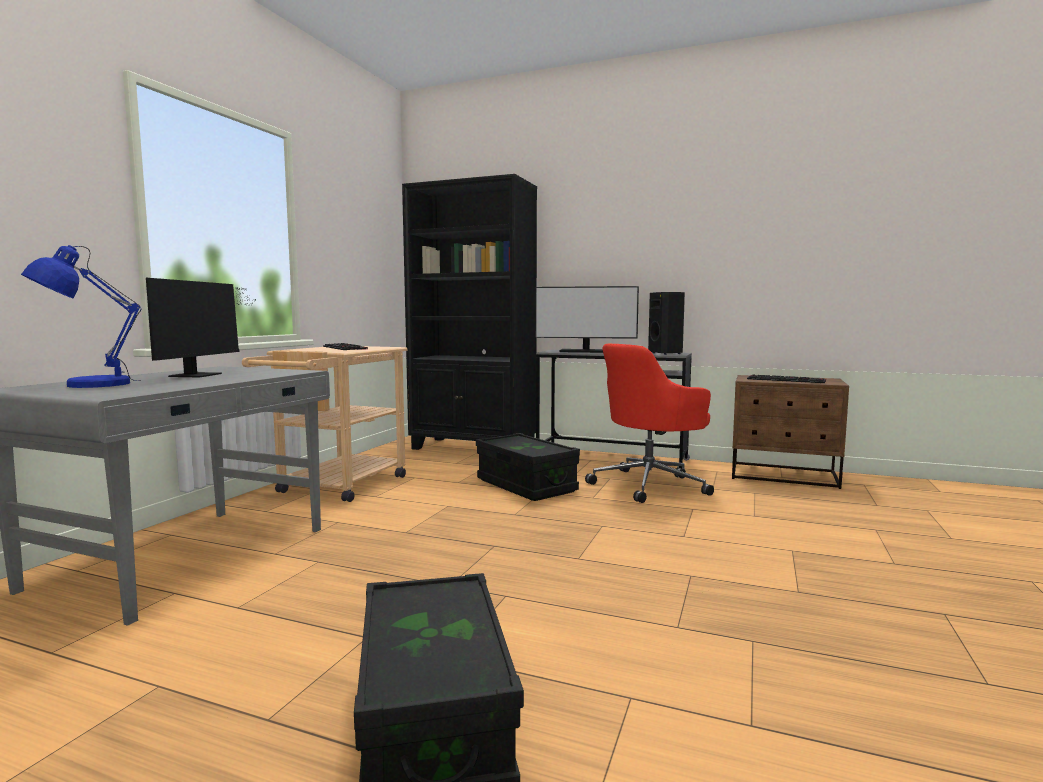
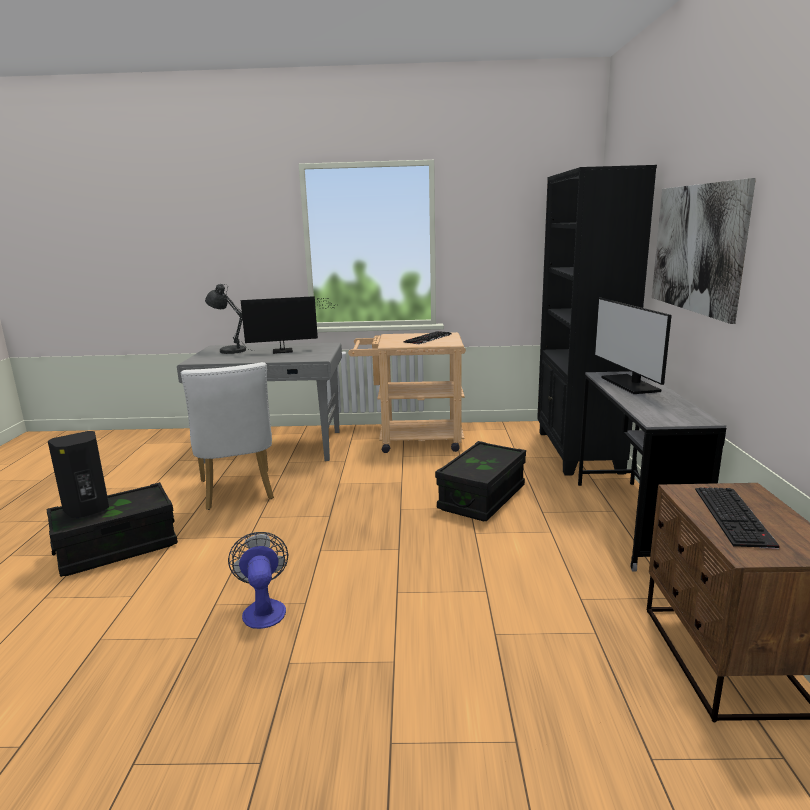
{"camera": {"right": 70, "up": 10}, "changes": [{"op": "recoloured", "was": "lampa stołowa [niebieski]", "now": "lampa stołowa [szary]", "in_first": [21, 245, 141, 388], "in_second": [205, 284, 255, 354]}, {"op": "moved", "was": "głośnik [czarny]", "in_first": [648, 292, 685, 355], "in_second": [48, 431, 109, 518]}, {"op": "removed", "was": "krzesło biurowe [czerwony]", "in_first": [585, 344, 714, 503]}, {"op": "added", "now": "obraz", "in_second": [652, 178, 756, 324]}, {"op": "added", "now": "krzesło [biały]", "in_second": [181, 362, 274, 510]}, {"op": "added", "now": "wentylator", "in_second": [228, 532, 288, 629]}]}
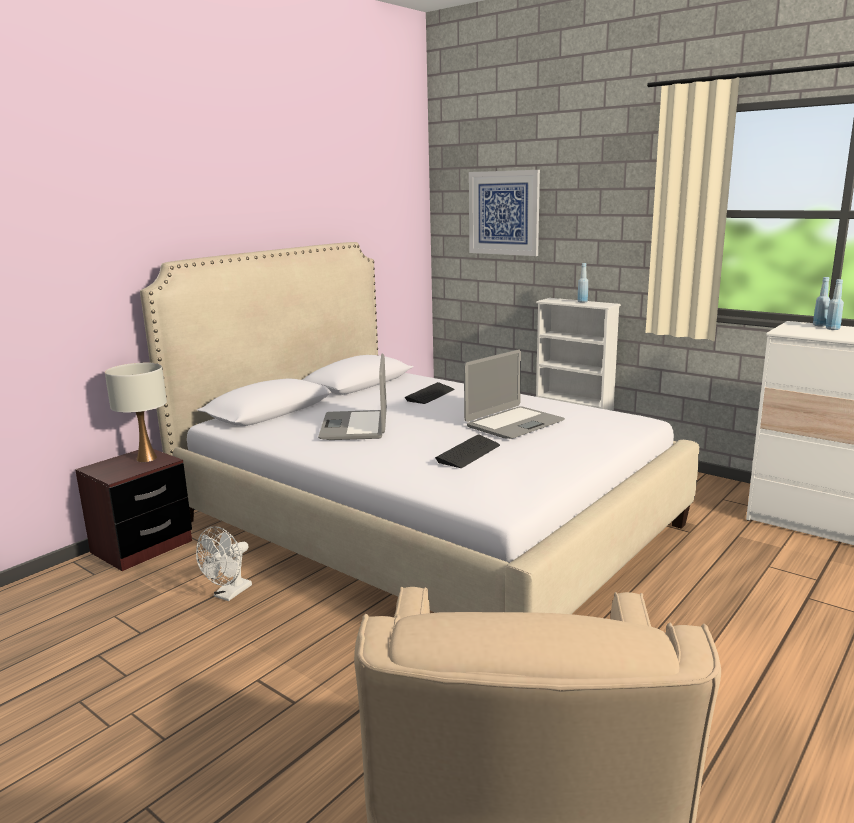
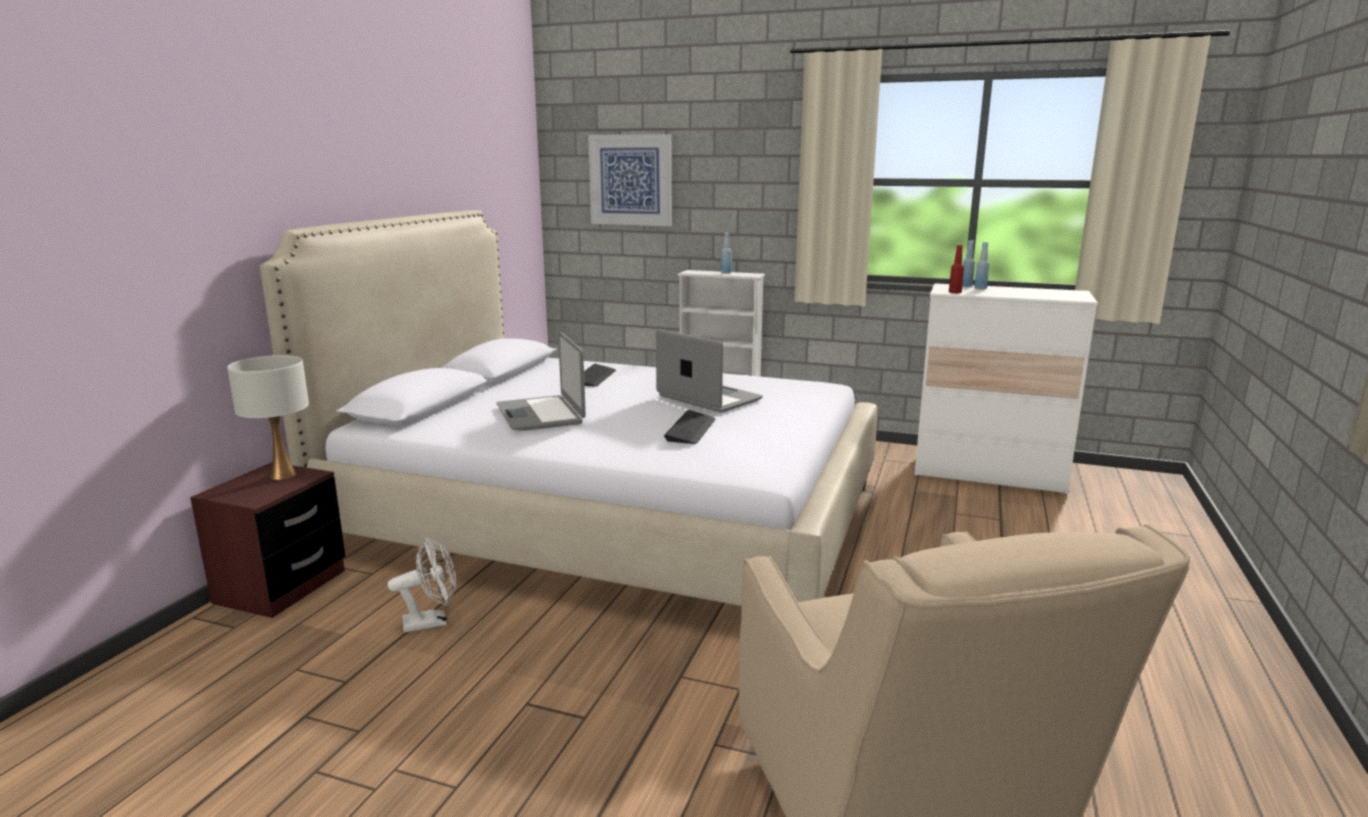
{"camera": {"right": -20, "up": 0}, "changes": [{"op": "turned", "was": "laptop", "in_first": [464, 350, 565, 439], "in_second": [656, 329, 763, 413], "clockwise": -75}, {"op": "turned", "was": "wentylator [biały]", "in_first": [196, 526, 252, 601], "in_second": [388, 537, 456, 632], "clockwise": -120}, {"op": "added", "now": "butelka [czerwony]", "in_second": [949, 245, 964, 293]}]}
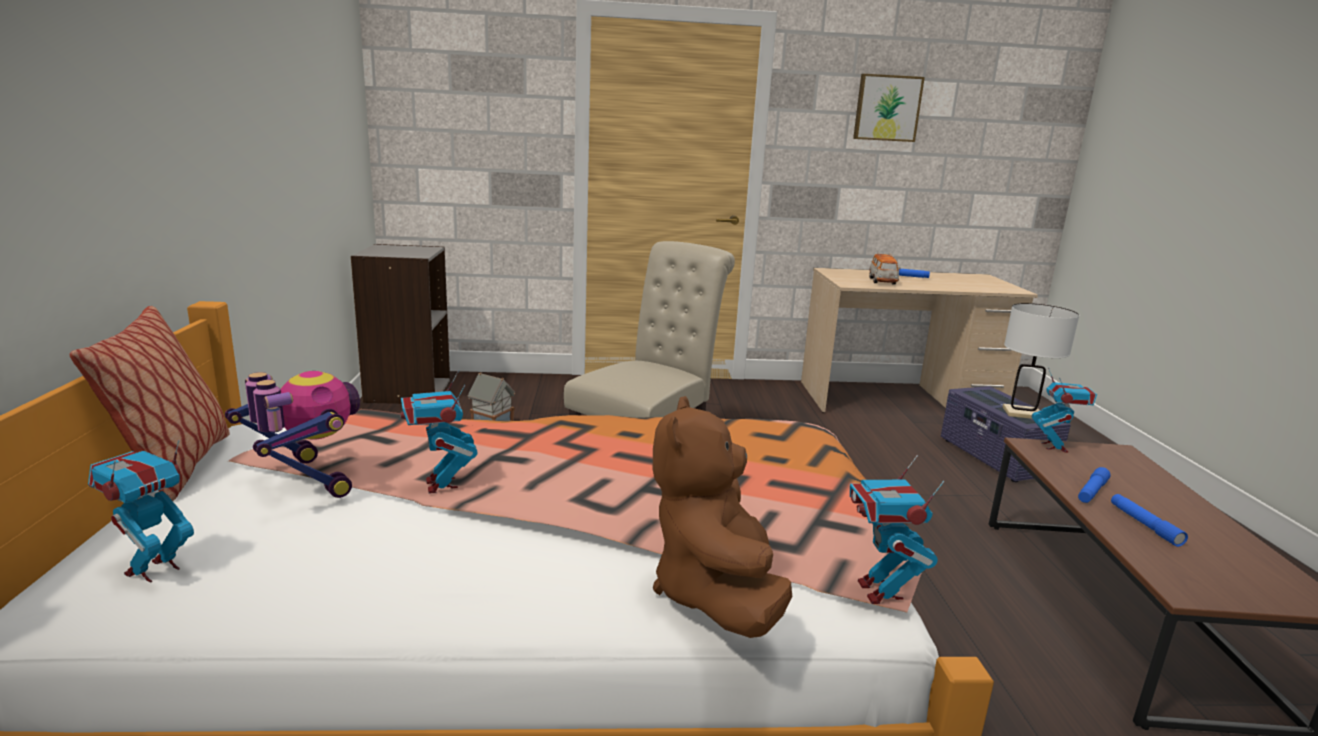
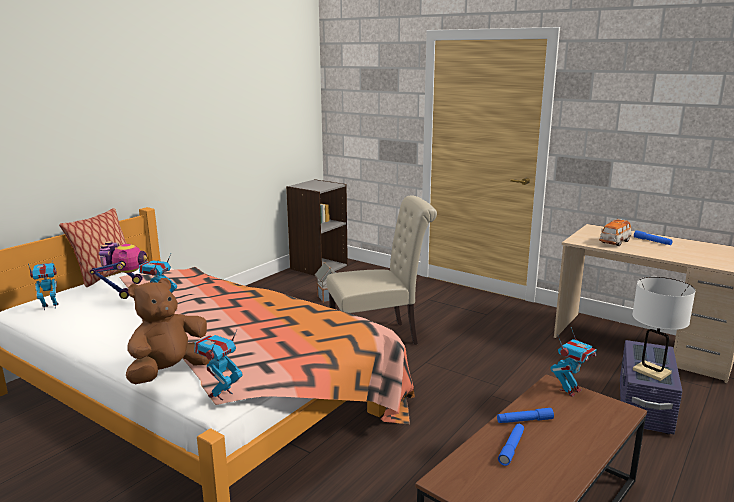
{"camera": {"right": 40, "up": 0}, "changes": [{"op": "removed", "was": "obraz", "in_first": [853, 74, 925, 142]}]}
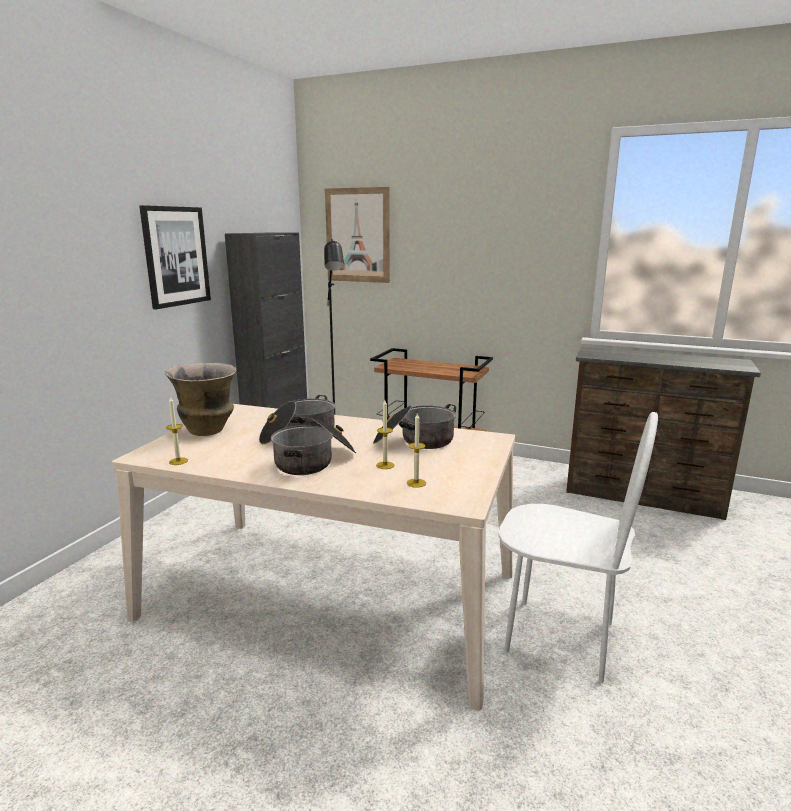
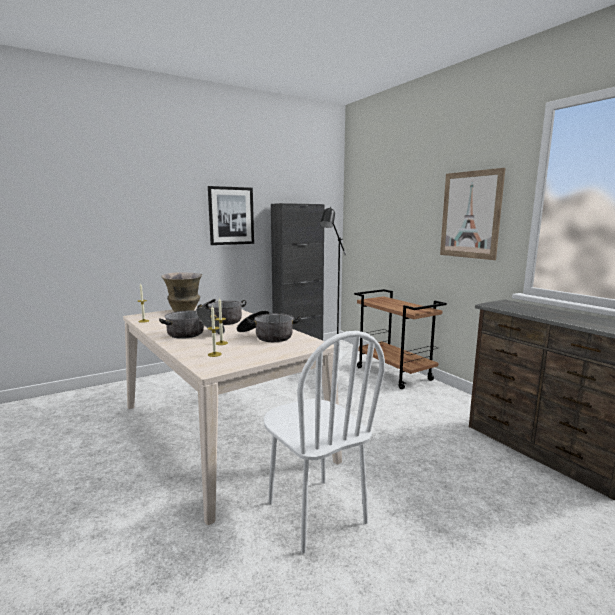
{"camera": {"right": 35, "up": -5}, "changes": [{"op": "moved", "was": "obraz", "in_first": [325, 187, 390, 283], "in_second": [440, 168, 505, 260]}]}
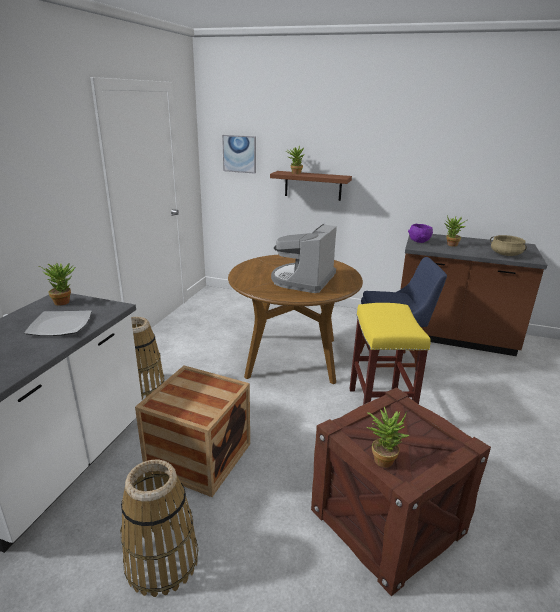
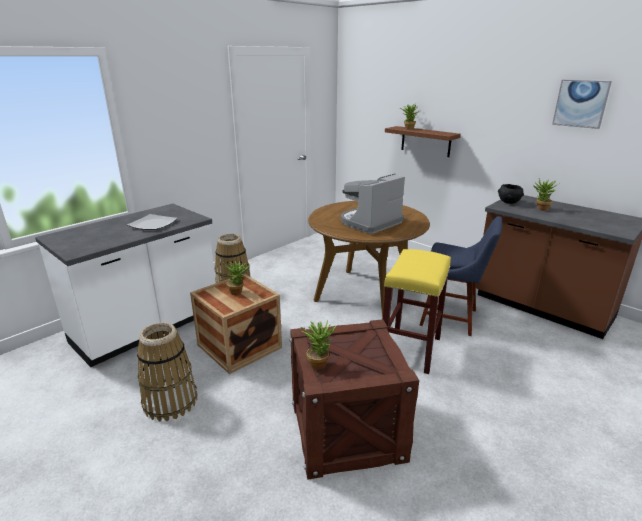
{"camera": {"right": 25, "up": 0}, "changes": [{"op": "moved", "was": "obraz", "in_first": [222, 135, 256, 174], "in_second": [552, 80, 612, 129]}, {"op": "recoloured", "was": "miska [fioletowy]", "now": "miska [czarny]", "in_first": [408, 224, 433, 243], "in_second": [498, 184, 524, 204]}, {"op": "removed", "was": "garnek [beżowy]", "in_first": [490, 235, 527, 256]}, {"op": "moved", "was": "roślina doniczkowa", "in_first": [38, 263, 75, 306], "in_second": [222, 261, 249, 295]}]}
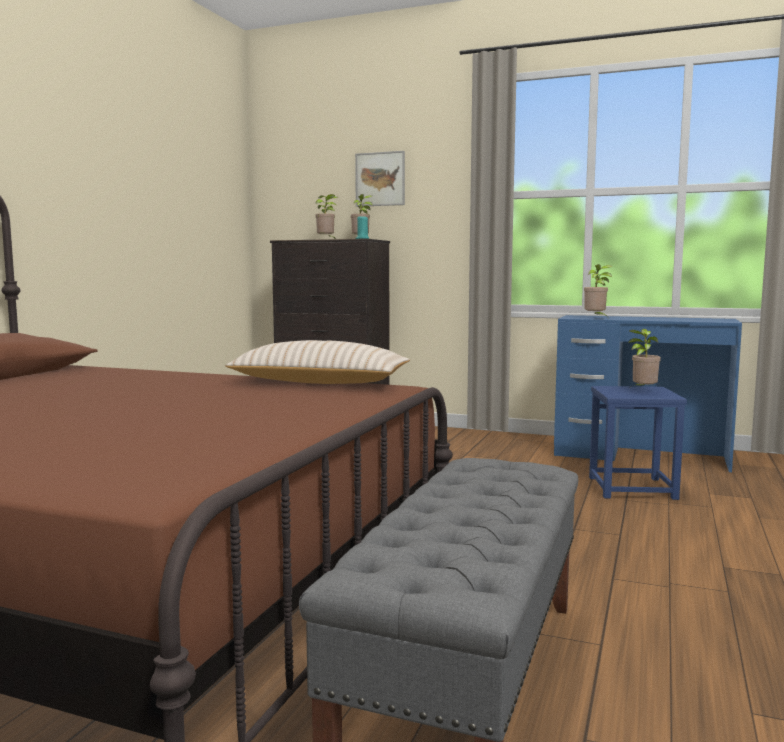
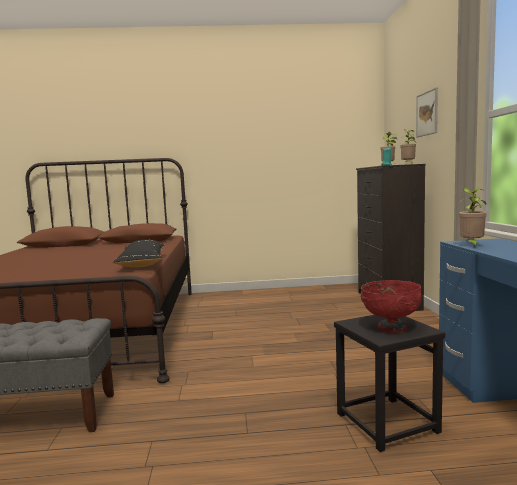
{"camera": {"right": 65, "up": 0}, "changes": [{"op": "replaced", "was": "roślina doniczkowa", "now": "miska [czerwony]", "in_first": [628, 329, 661, 389], "in_second": [361, 280, 422, 333]}, {"op": "recoloured", "was": "poduszka [beżowy]", "now": "poduszka [czarny]", "in_first": [225, 340, 410, 384], "in_second": [113, 240, 165, 267]}, {"op": "recoloured", "was": "stołek [niebieski]", "now": "stołek [czarny]", "in_first": [589, 386, 687, 500], "in_second": [334, 315, 445, 452]}]}
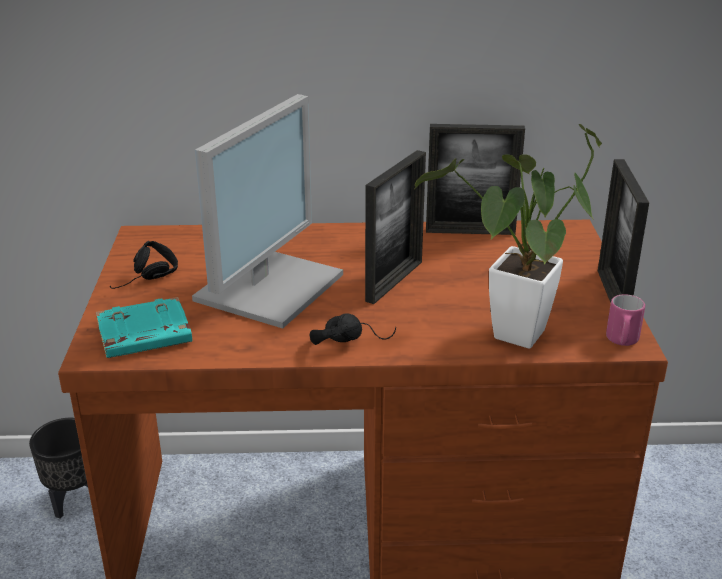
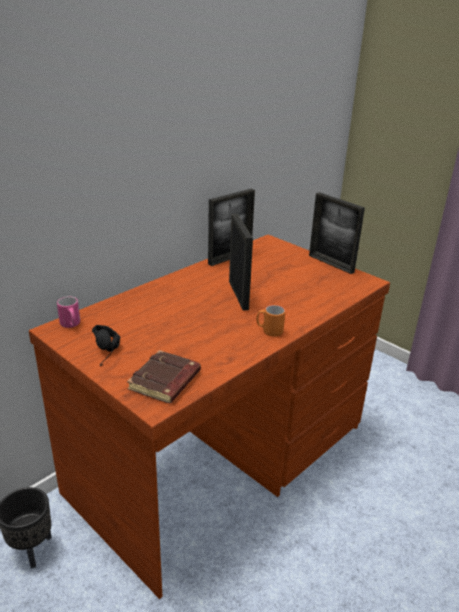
{"camera": {"right": -45, "up": 0}, "changes": [{"op": "removed", "was": "monitor", "in_first": [192, 94, 343, 328]}, {"op": "removed", "was": "roślina doniczkowa", "in_first": [414, 124, 602, 348]}, {"op": "moved", "was": "kubek [różowy]", "in_first": [606, 294, 645, 346], "in_second": [57, 296, 80, 328]}, {"op": "recoloured", "was": "książka [turkusowy]", "now": "książka [brązowy]", "in_first": [96, 297, 192, 358], "in_second": [127, 350, 201, 403]}, {"op": "replaced", "was": "słuchawki [czarny]", "now": "kubek [pomarańczowy]", "in_first": [309, 313, 396, 345], "in_second": [256, 305, 285, 337]}]}
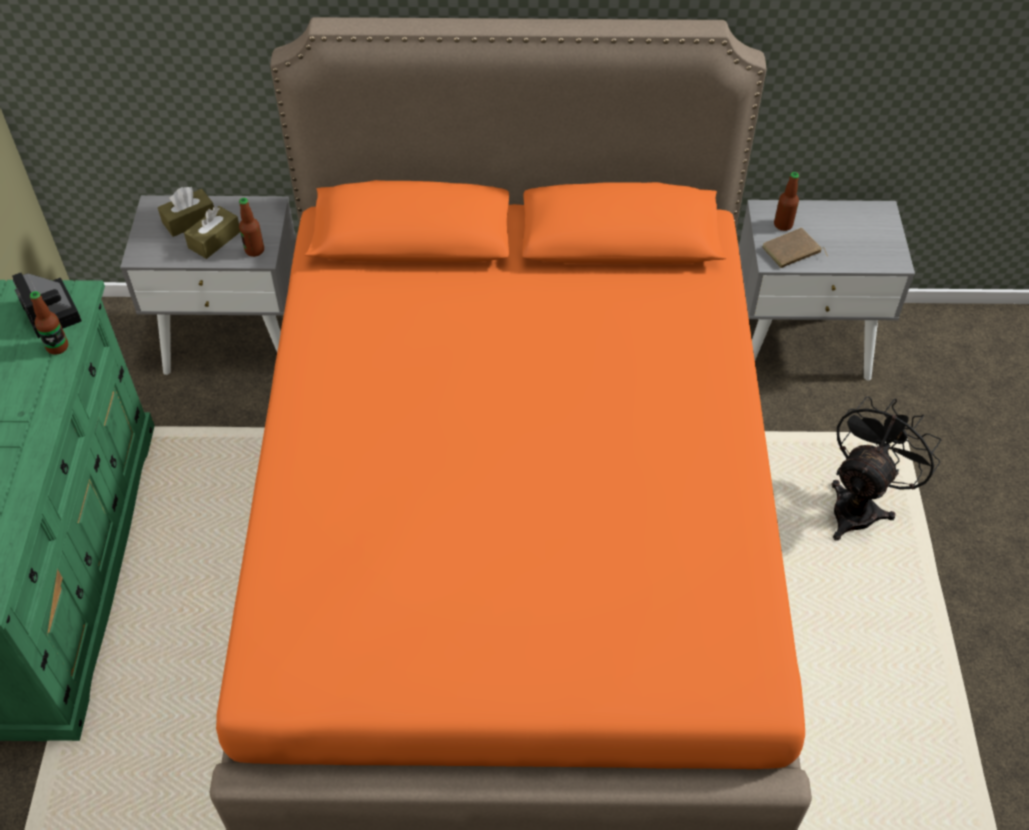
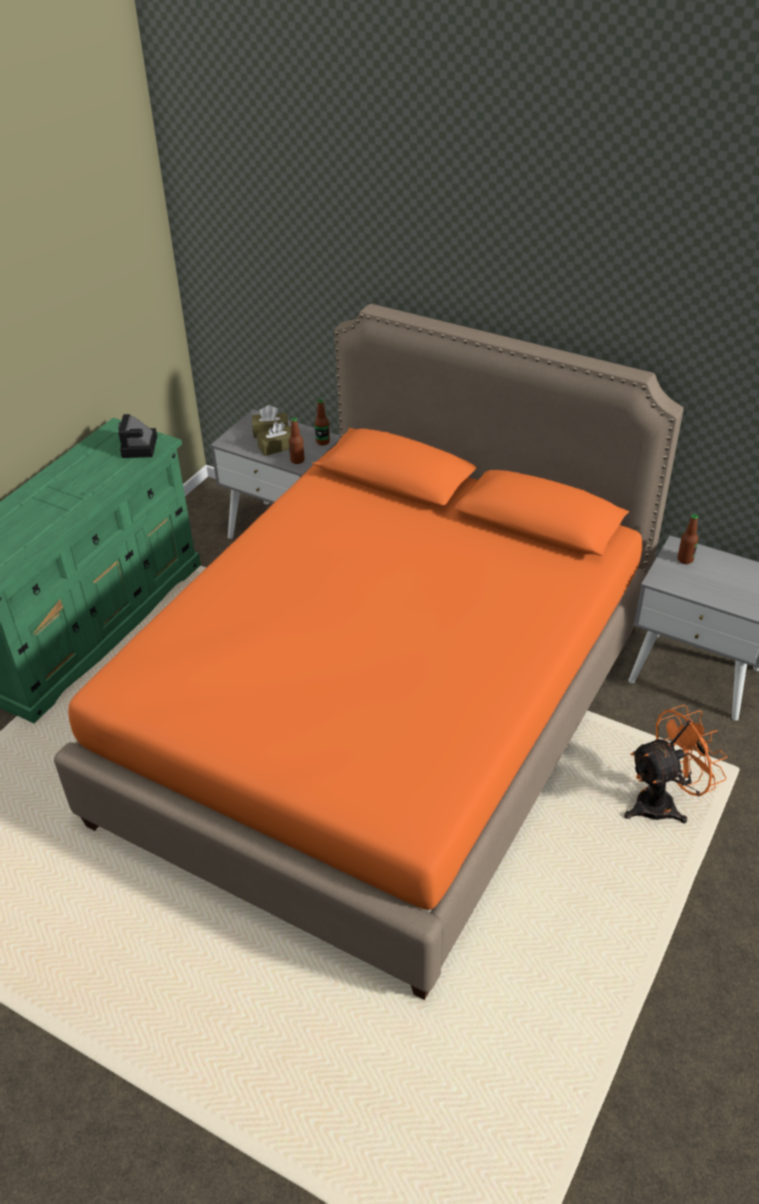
{"camera": {"right": 30, "up": -10}, "changes": [{"op": "removed", "was": "książka [brązowy]", "in_first": [762, 228, 828, 268]}, {"op": "moved", "was": "butelka", "in_first": [30, 291, 68, 355], "in_second": [315, 399, 330, 446]}, {"op": "recoloured", "was": "wentylator [czarny]", "now": "wentylator [pomarańczowy]", "in_first": [831, 396, 941, 541], "in_second": [624, 705, 727, 824]}]}
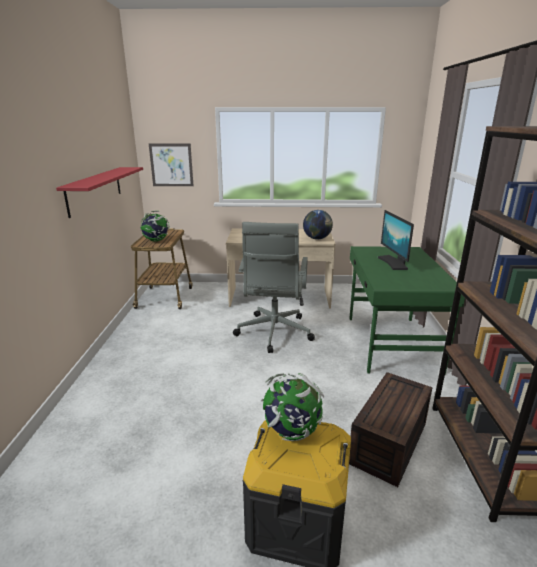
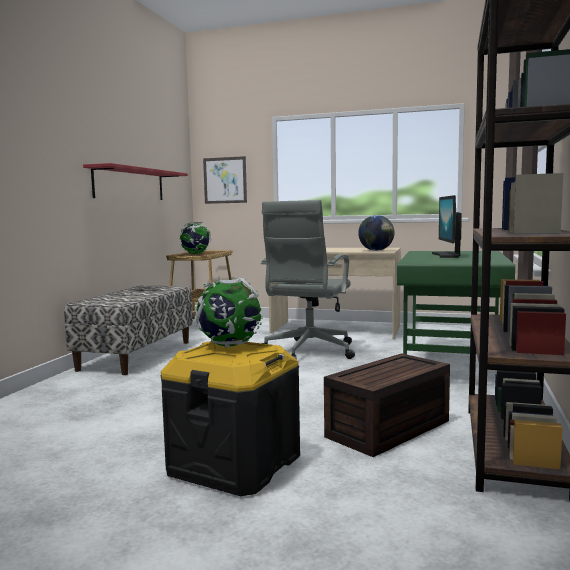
{"camera": {"right": 15, "up": -15}, "changes": [{"op": "added", "now": "ławka", "in_second": [64, 285, 193, 375]}]}
